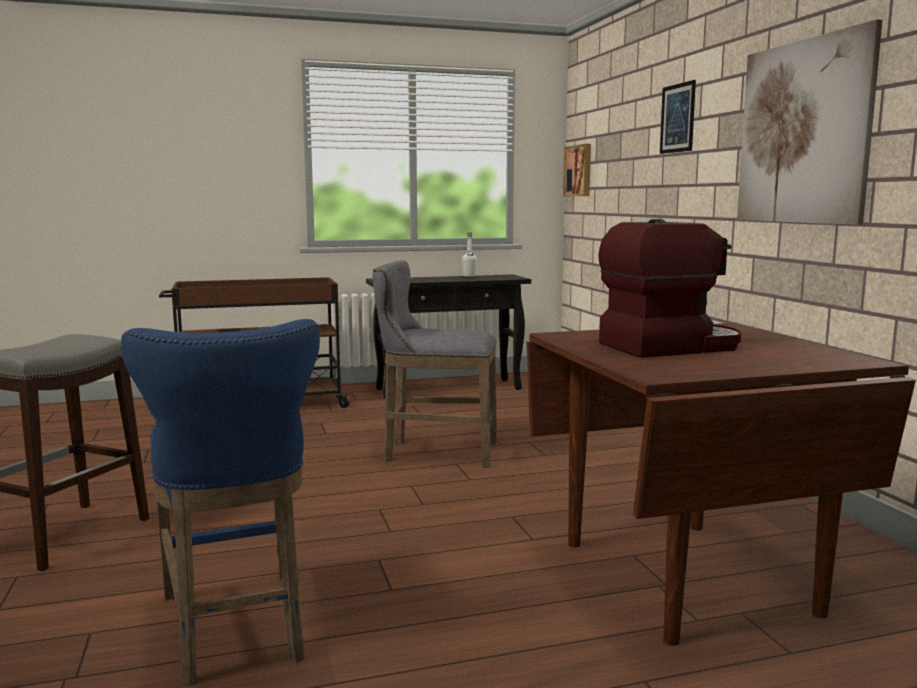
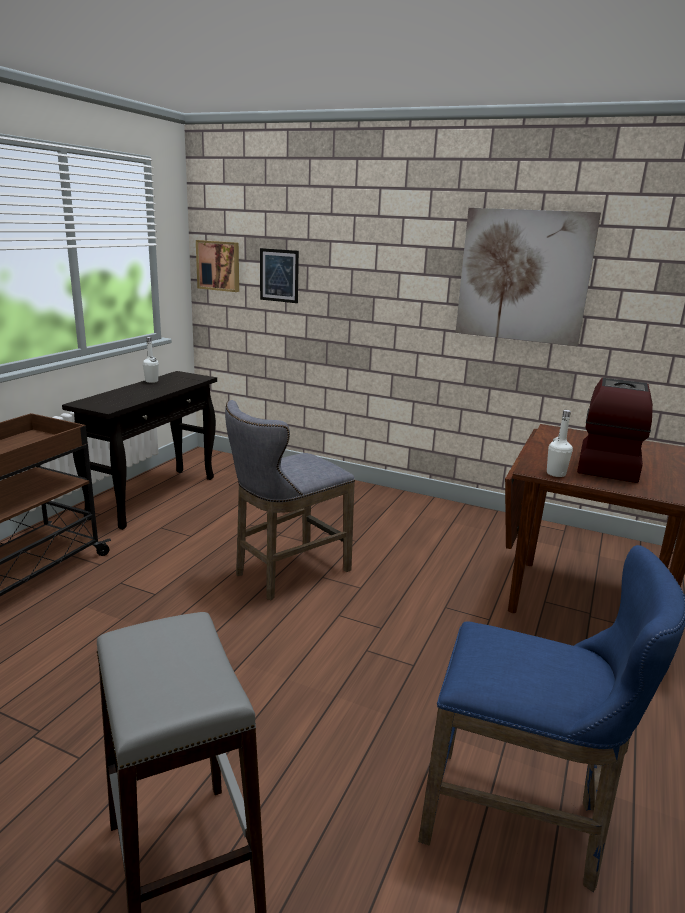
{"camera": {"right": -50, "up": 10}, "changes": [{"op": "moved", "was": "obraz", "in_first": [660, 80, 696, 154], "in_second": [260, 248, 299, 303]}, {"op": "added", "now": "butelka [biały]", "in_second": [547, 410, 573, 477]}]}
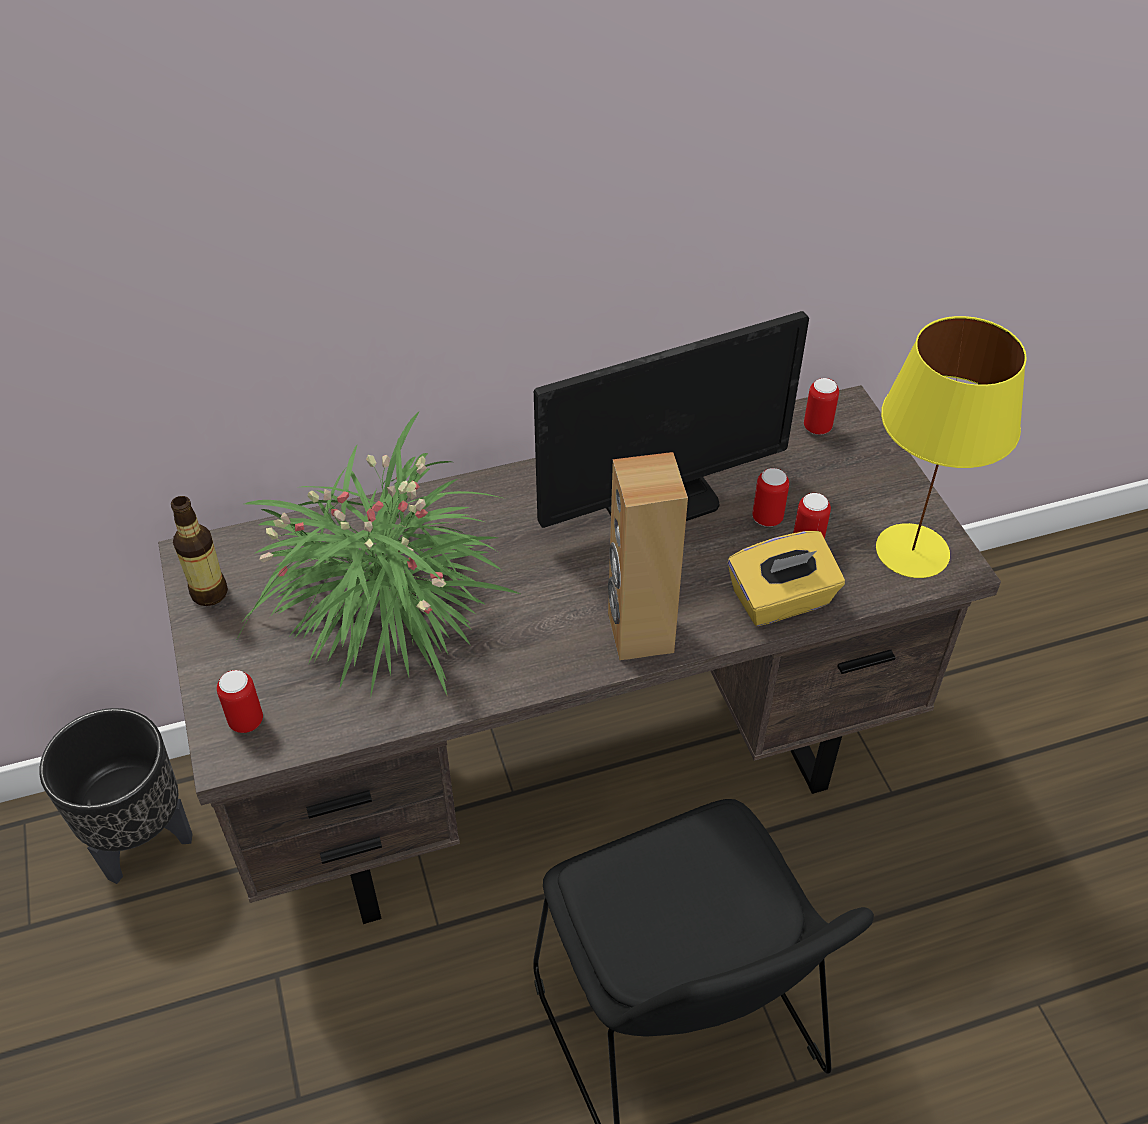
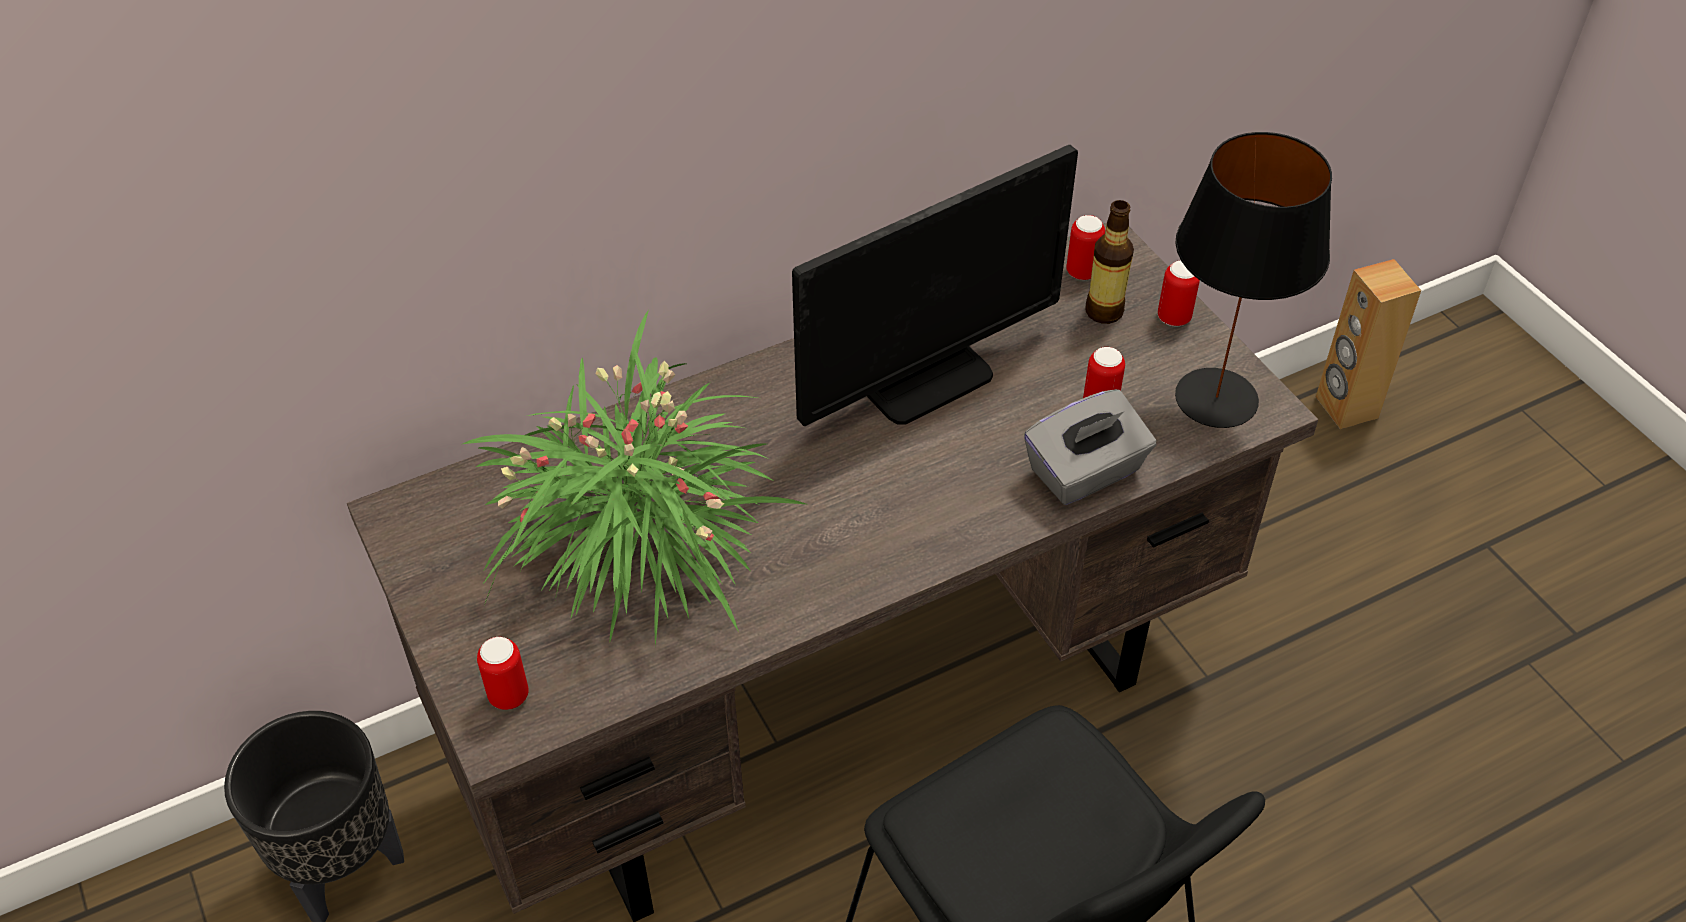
{"camera": {"right": -10, "up": 0}, "changes": [{"op": "recoloured", "was": "lampa stołowa [żółty]", "now": "lampa stołowa [czarny]", "in_first": [876, 316, 1026, 578], "in_second": [1175, 132, 1332, 428]}, {"op": "moved", "was": "głośnik [brązowy]", "in_first": [608, 452, 688, 660], "in_second": [1316, 259, 1421, 429]}, {"op": "moved", "was": "puszka", "in_first": [752, 468, 789, 527], "in_second": [1158, 260, 1200, 326]}, {"op": "moved", "was": "butelka", "in_first": [171, 496, 228, 606], "in_second": [1085, 200, 1134, 324]}, {"op": "recoloured", "was": "pudełko chusteczek [żółty]", "now": "pudełko chusteczek [szary]", "in_first": [728, 531, 845, 626], "in_second": [1024, 389, 1156, 505]}]}
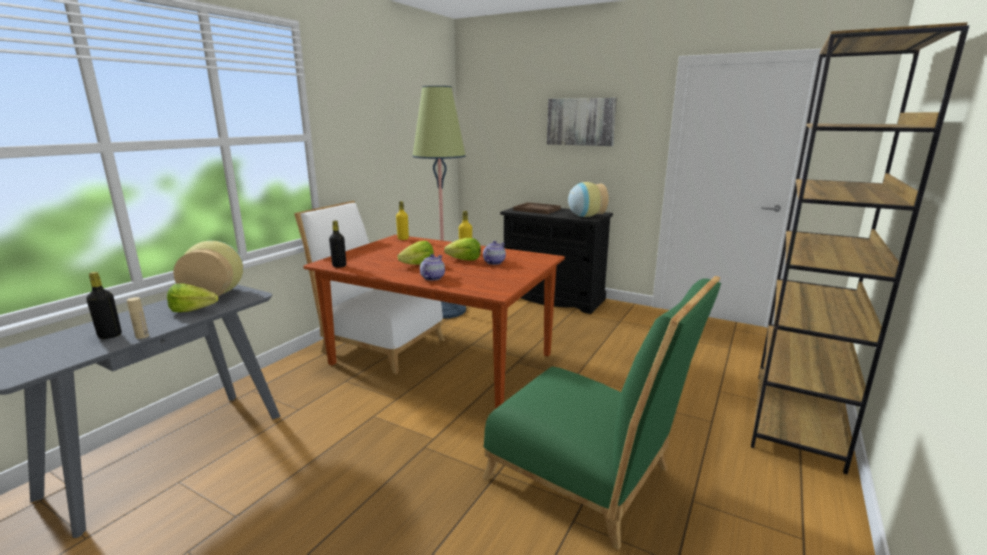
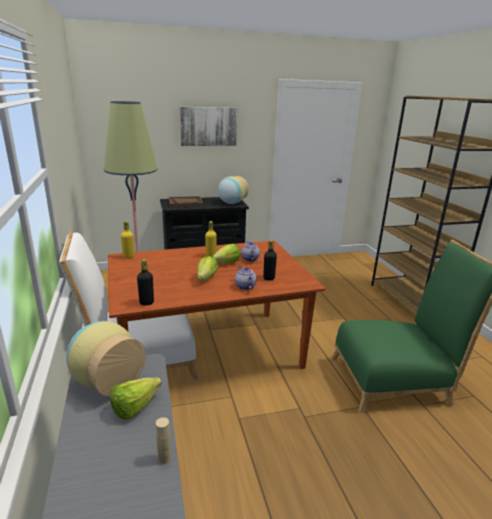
{"camera": {"right": -45, "up": 5}, "changes": [{"op": "moved", "was": "butelka [czarny]", "in_first": [86, 272, 122, 339], "in_second": [263, 240, 277, 281]}]}
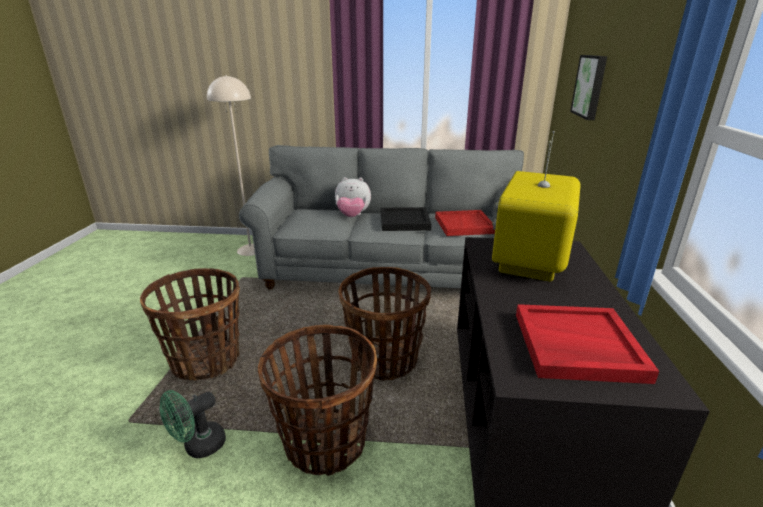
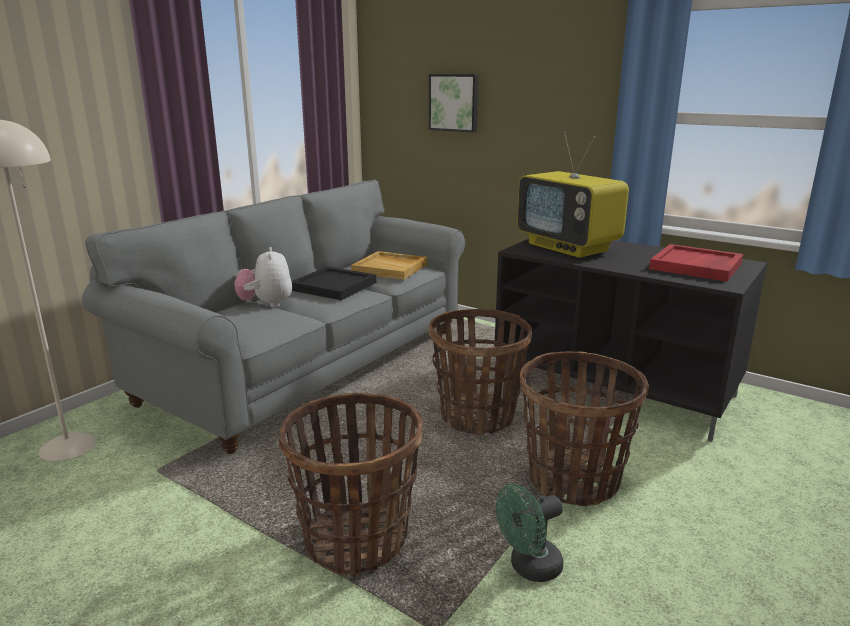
{"camera": {"right": -60, "up": -5}, "changes": [{"op": "turned", "was": "pluszak", "in_first": [335, 177, 371, 217], "in_second": [235, 247, 292, 308], "clockwise": 135}, {"op": "recoloured", "was": "taca [czerwony]", "now": "taca [beżowy]", "in_first": [435, 210, 495, 236], "in_second": [351, 251, 428, 280]}, {"op": "turned", "was": "wentylator [zielony]", "in_first": [160, 390, 226, 458], "in_second": [496, 484, 564, 582], "clockwise": 75}]}
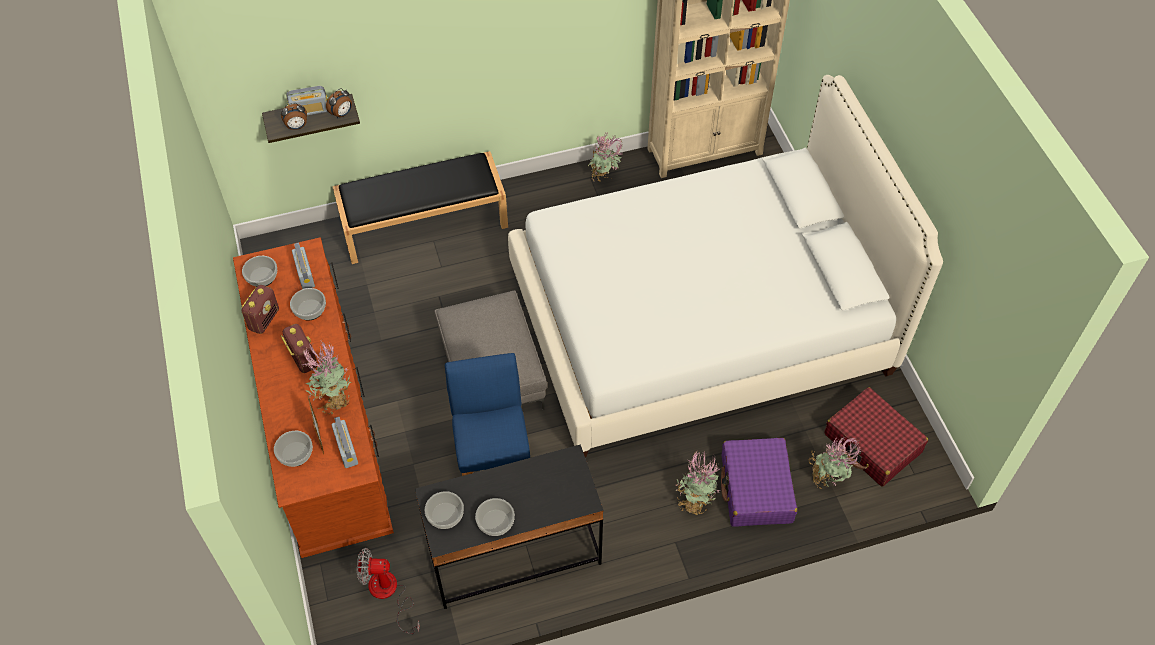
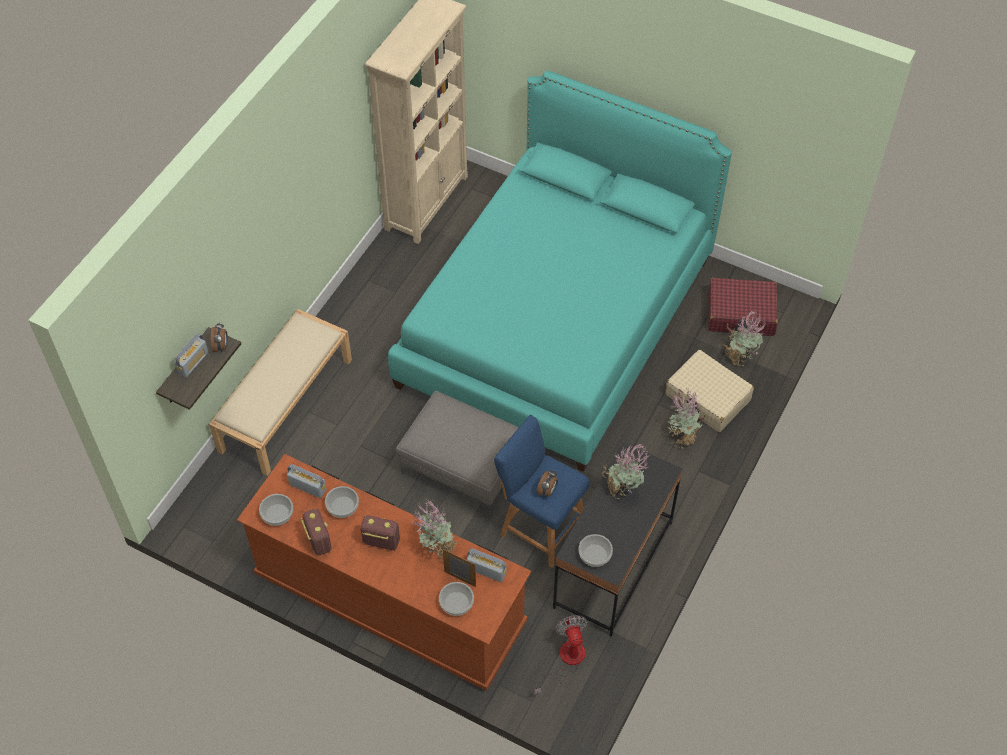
{"camera": {"right": -45, "up": 0}, "changes": [{"op": "recoloured", "was": "łóżko [biały]", "now": "łóżko [turkusowy]", "in_first": [508, 75, 943, 457], "in_second": [388, 71, 732, 472]}, {"op": "moved", "was": "budzik", "in_first": [281, 103, 307, 130], "in_second": [536, 470, 558, 497]}, {"op": "moved", "was": "roślina doniczkowa", "in_first": [588, 134, 623, 182], "in_second": [602, 444, 650, 500]}, {"op": "recoloured", "was": "ławka [czarny]", "now": "ławka [beżowy]", "in_first": [332, 151, 508, 264], "in_second": [209, 309, 352, 476]}, {"op": "recoloured", "was": "walizka [fioletowy]", "now": "walizka [beżowy]", "in_first": [721, 438, 797, 527], "in_second": [666, 350, 754, 432]}, {"op": "removed", "was": "miska", "in_first": [475, 498, 515, 536]}, {"op": "turned", "was": "wentylator", "in_first": [357, 548, 419, 634], "in_second": [535, 615, 588, 694], "clockwise": 120}]}
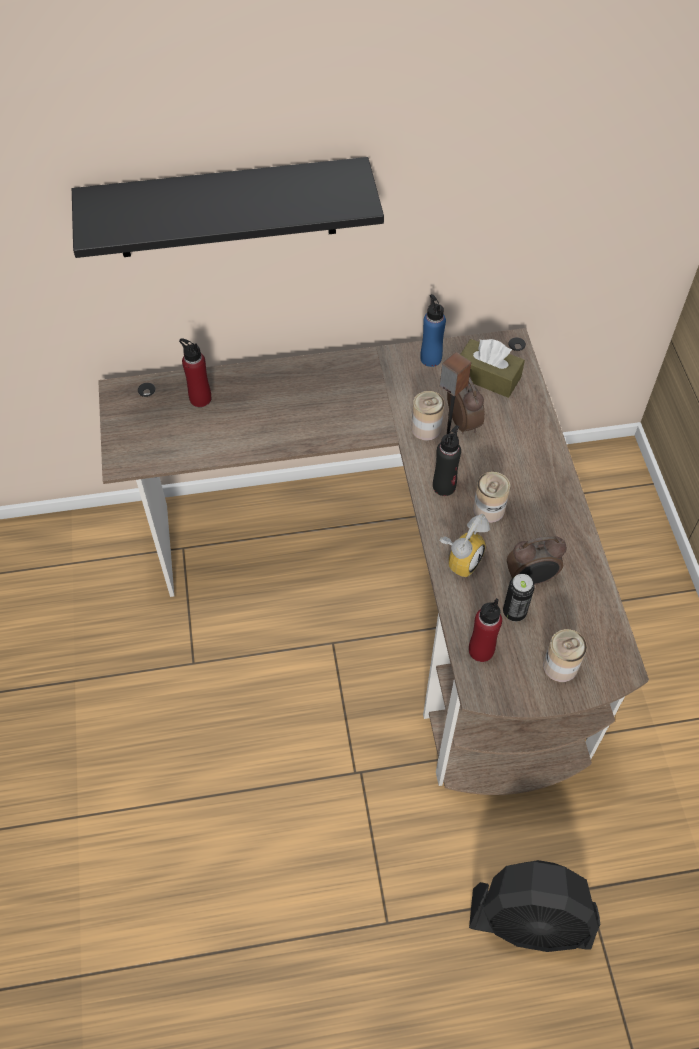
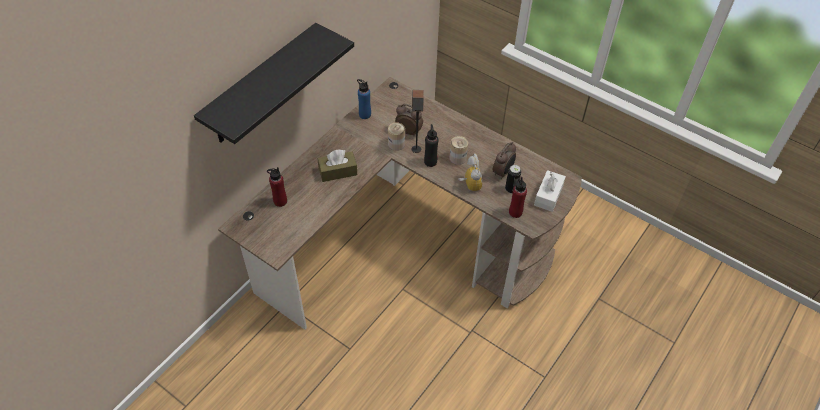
{"camera": {"right": -45, "up": -5}, "changes": [{"op": "moved", "was": "pudełko chusteczek [brązowy]", "in_first": [460, 339, 525, 398], "in_second": [318, 150, 357, 182]}, {"op": "replaced", "was": "puszka", "now": "pudełko chusteczek [biały]", "in_first": [543, 629, 587, 682], "in_second": [534, 170, 566, 212]}, {"op": "removed", "was": "wentylator [czarny]", "in_first": [469, 860, 600, 952]}]}
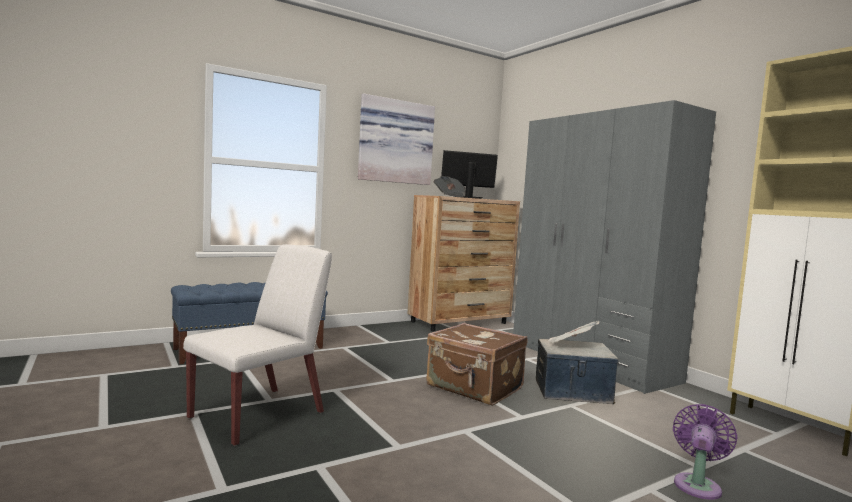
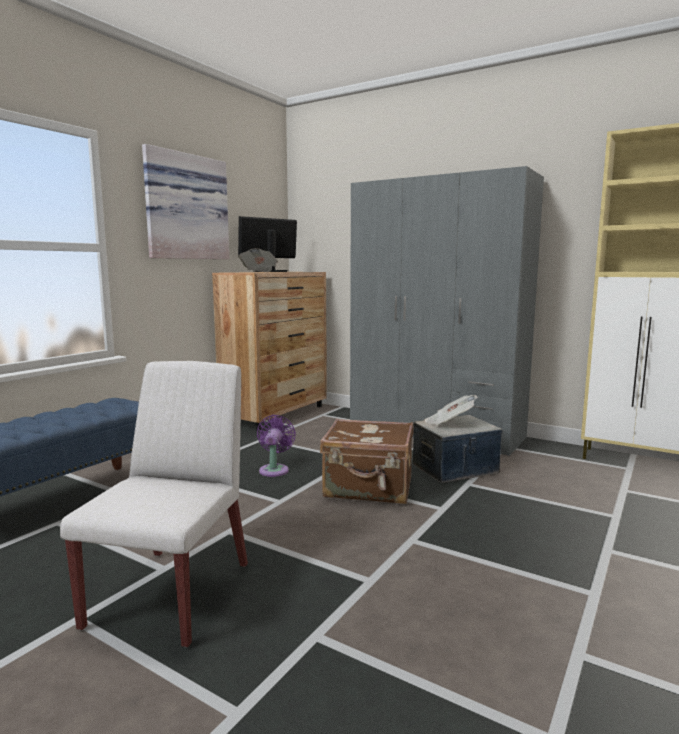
{"camera": {"right": -25, "up": 5}, "changes": [{"op": "moved", "was": "wentylator [fioletowy]", "in_first": [673, 404, 738, 500], "in_second": [257, 415, 296, 477]}]}
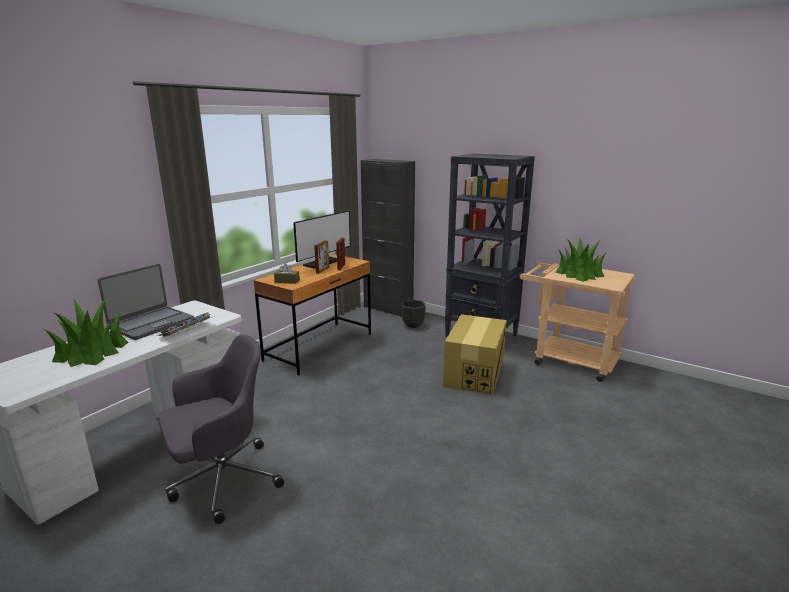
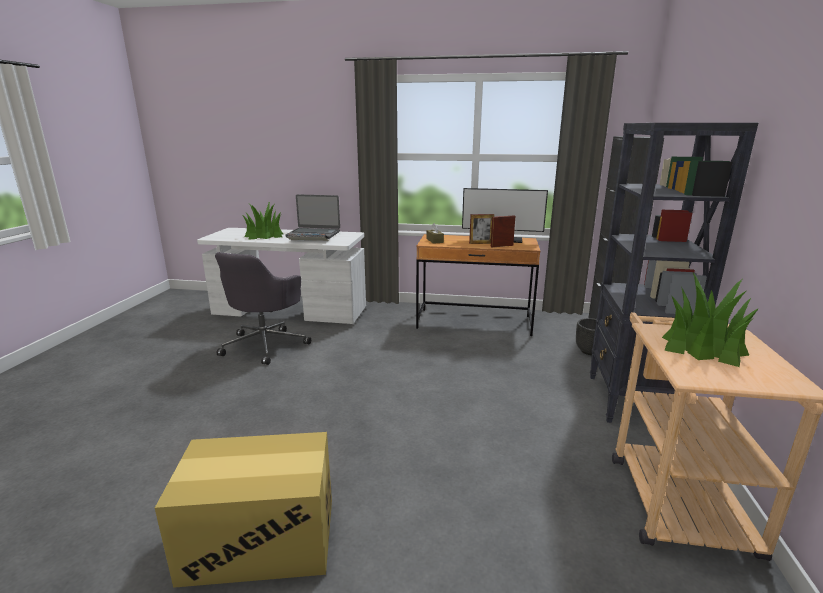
{"camera": {"right": 65, "up": 0}, "changes": [{"op": "moved", "was": "karton", "in_first": [443, 314, 507, 395], "in_second": [155, 432, 332, 588]}, {"op": "turned", "was": "krzesło biurowe [szary]", "in_first": [159, 334, 284, 524], "in_second": [215, 252, 311, 365], "clockwise": 75}]}
